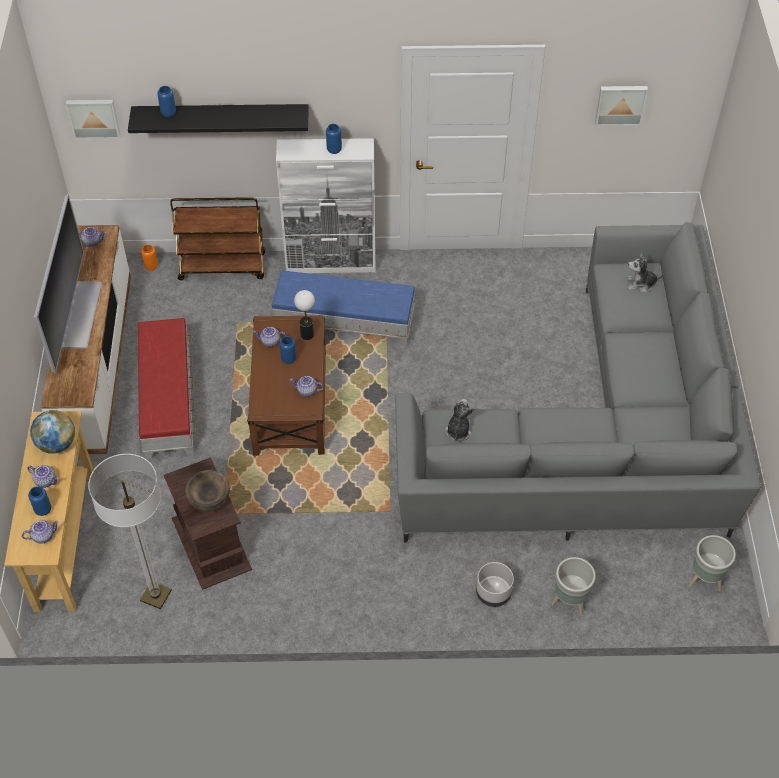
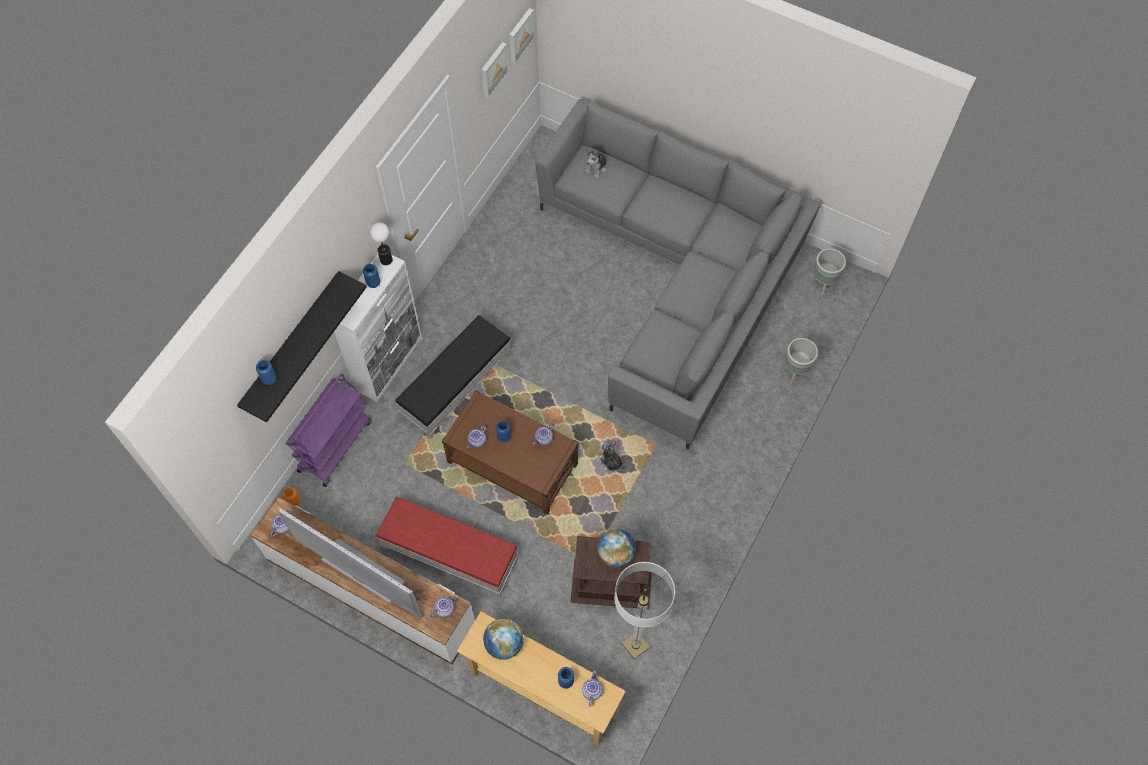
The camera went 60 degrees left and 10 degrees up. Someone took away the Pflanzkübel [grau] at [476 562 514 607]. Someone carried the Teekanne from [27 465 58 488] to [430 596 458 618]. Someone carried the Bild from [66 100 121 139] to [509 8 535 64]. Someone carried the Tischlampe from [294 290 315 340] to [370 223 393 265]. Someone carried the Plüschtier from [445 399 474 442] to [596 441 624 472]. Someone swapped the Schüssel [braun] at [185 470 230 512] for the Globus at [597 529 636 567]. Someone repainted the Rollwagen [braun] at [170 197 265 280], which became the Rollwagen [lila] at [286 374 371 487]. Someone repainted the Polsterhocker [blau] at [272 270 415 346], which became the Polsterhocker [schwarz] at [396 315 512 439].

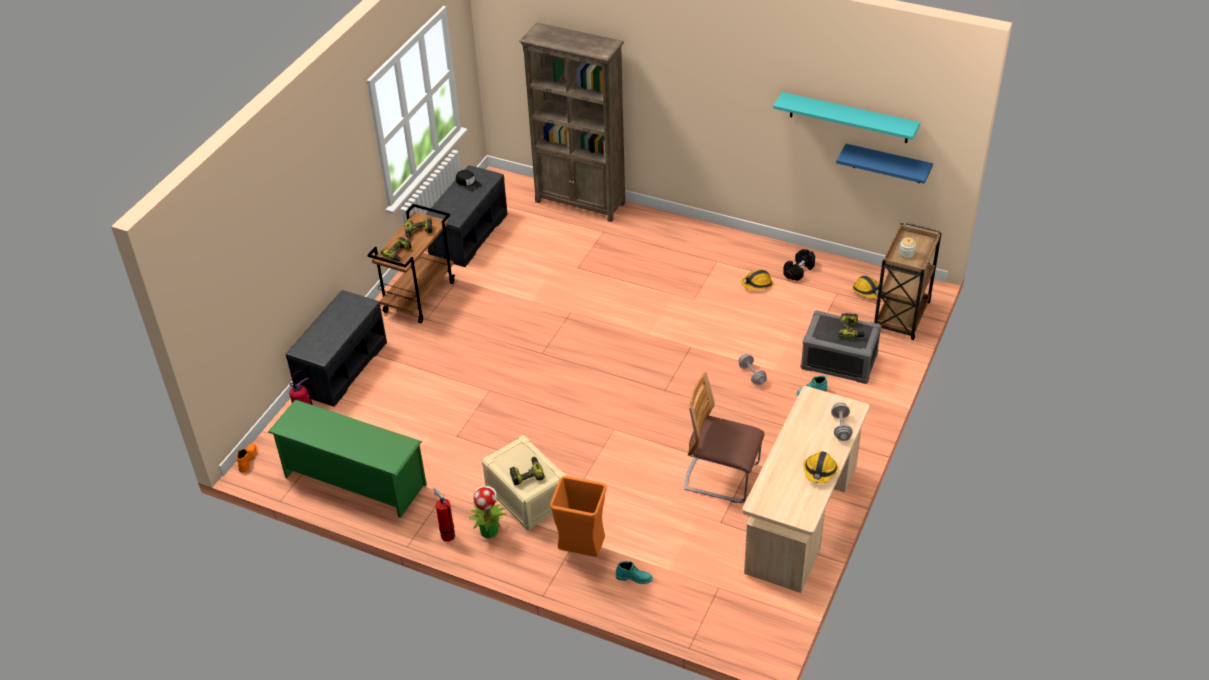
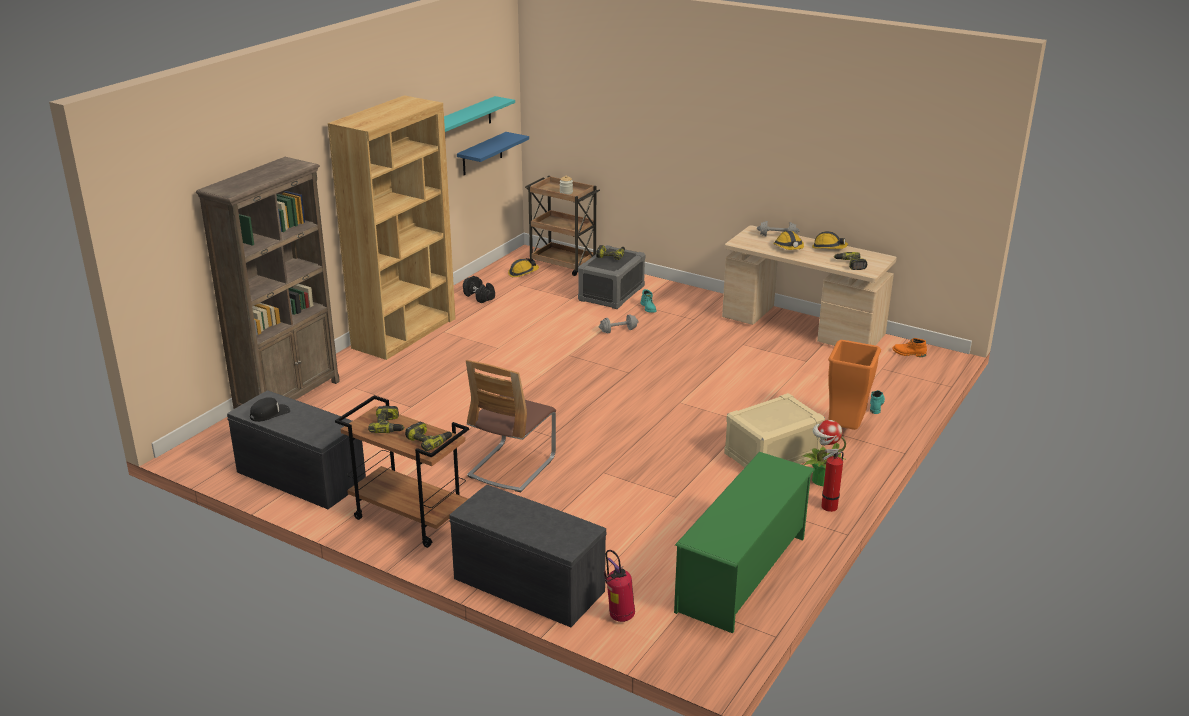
The camera went 85 degrees left and 15 degrees down. Someone put down the Bücherregal [braun] at [328 95 455 360]. Someone carried the Stiefel [orange] from [236 444 257 473] to [892 338 927 357]. Someone carried the Bohrmaschine from [510 457 545 485] to [834 252 867 270]. Someone carried the Stuhl from [684 372 764 503] to [466 360 556 492]. Someone carried the Schutzhelm from [740 269 773 289] to [773 231 804 250].

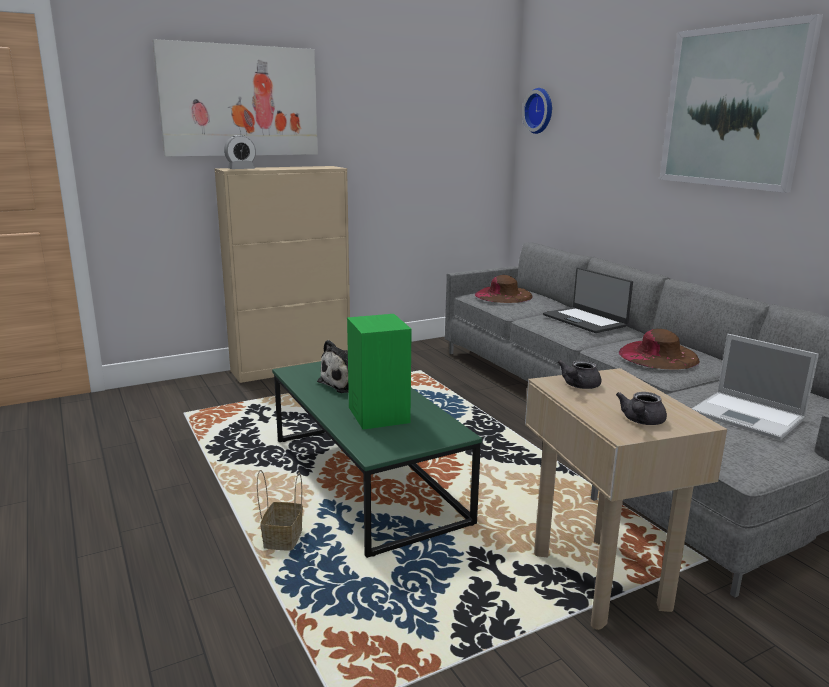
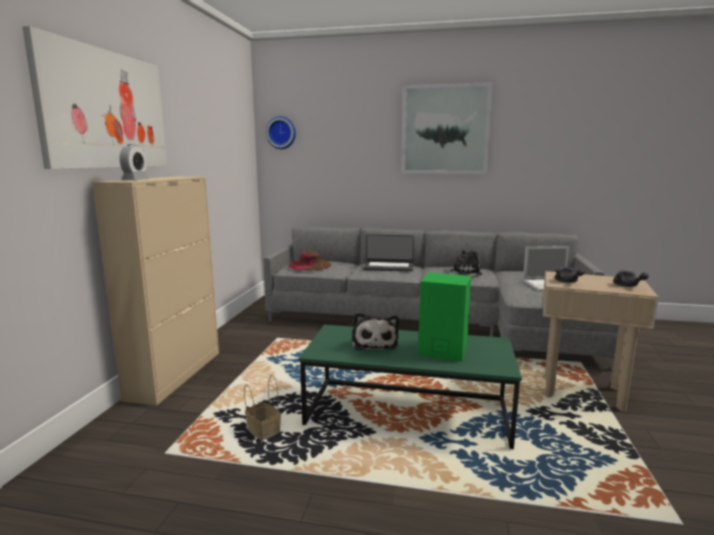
The camera went 50 degrees left and 5 degrees down. Someone carried the Korb from [257 470 303 551] to [244 375 281 441]. Someone swapped the Hut [braun] at [619 329 700 370] for the Plüschtier at [445 250 482 277].

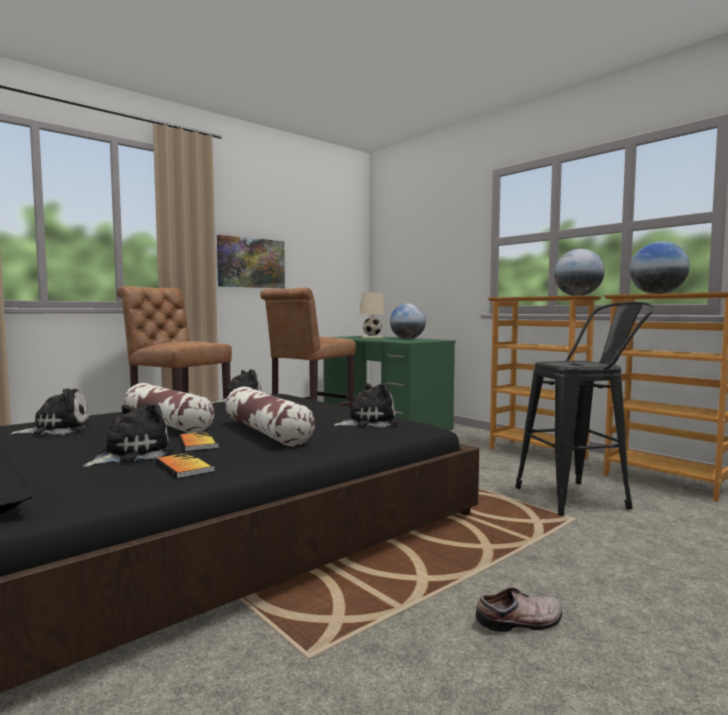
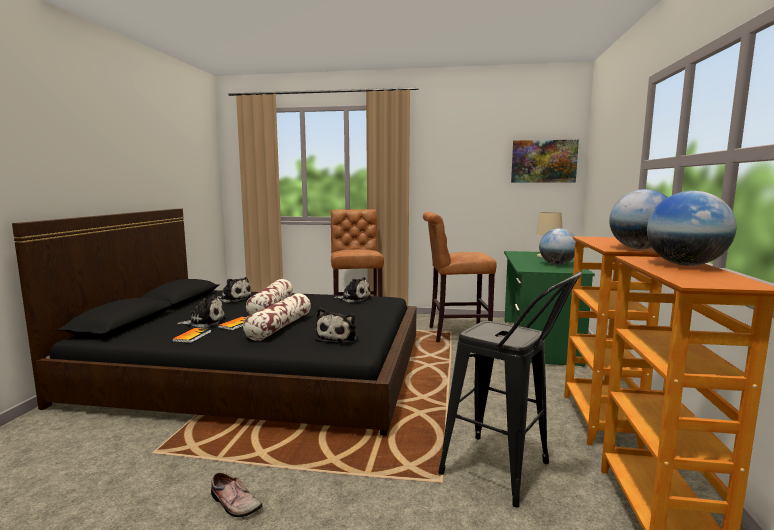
The camera went 50 degrees right and 5 degrees up. Someone carried the Bild from [217 235 285 288] to [511 140 579 182]. Someone rotated the Plüschtier at [333 383 398 428] by 75 degrees clockwise.

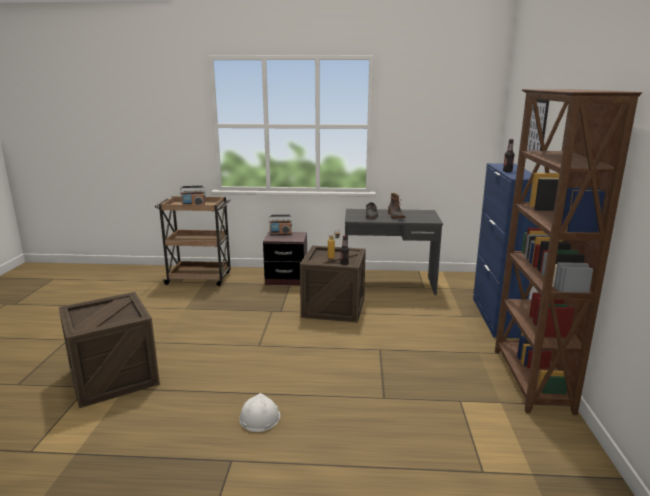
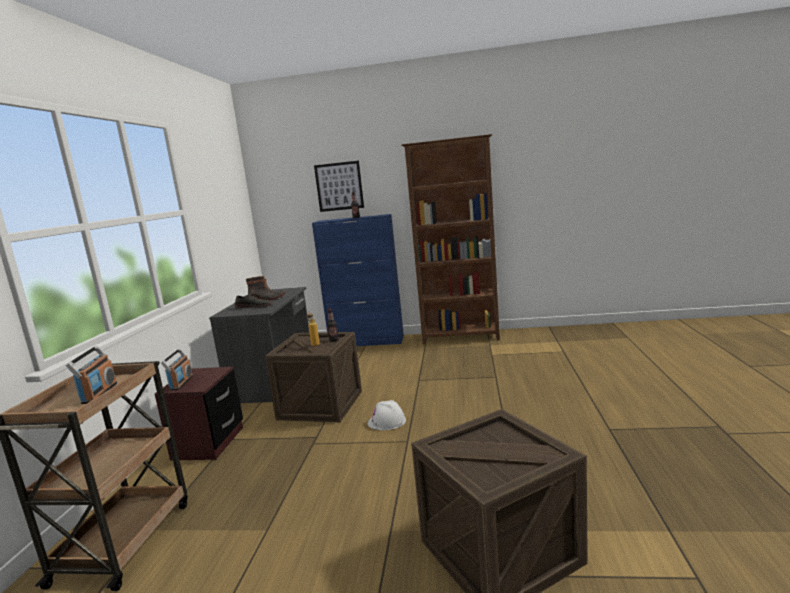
The camera went 85 degrees left and 5 degrees down. Someone carried the Schutzhelm [weiß] from [240 393 280 432] to [368 400 406 430].

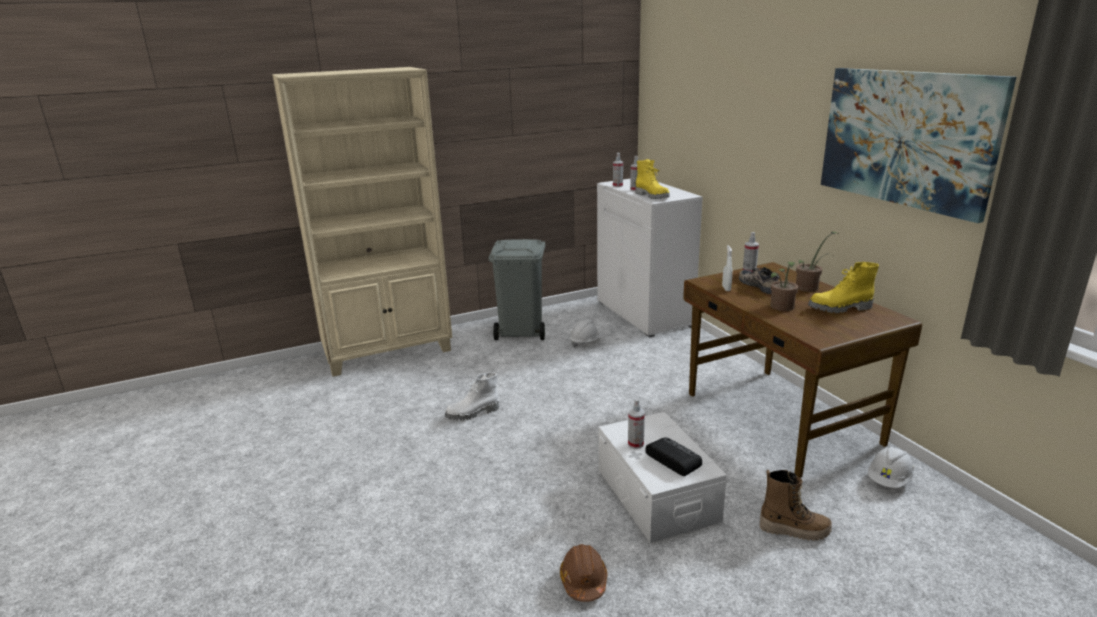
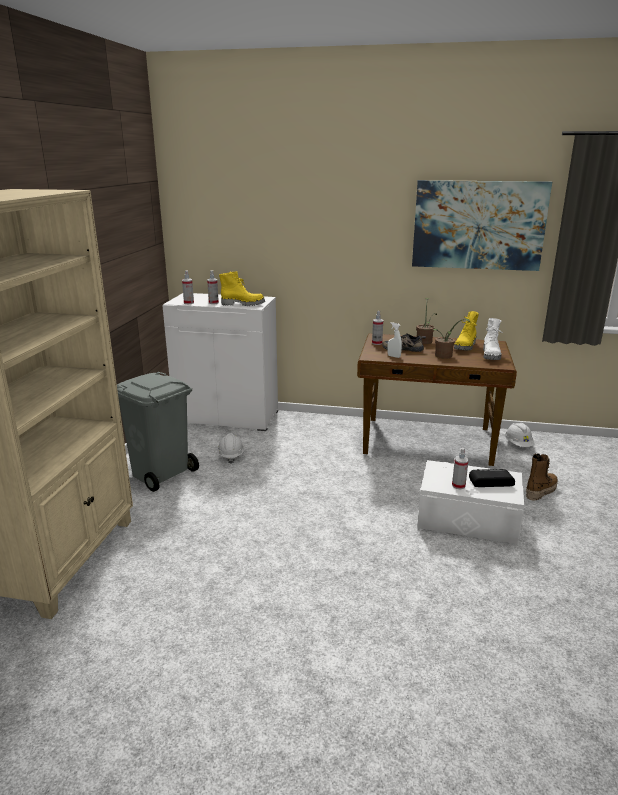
The camera went 55 degrees left and 0 degrees up. Someone took away the Schutzhelm [braun] at [560 544 607 602]. Someone carried the Stiefel [weiß] from [445 372 499 421] to [483 318 503 360].

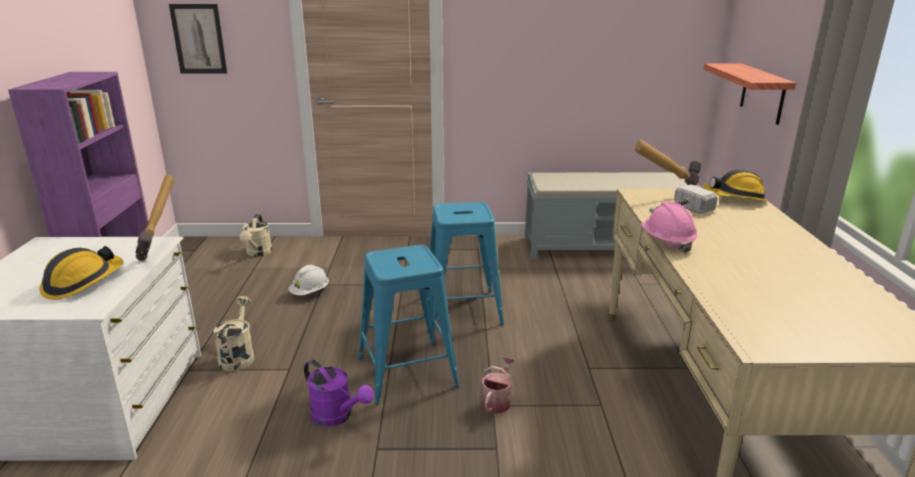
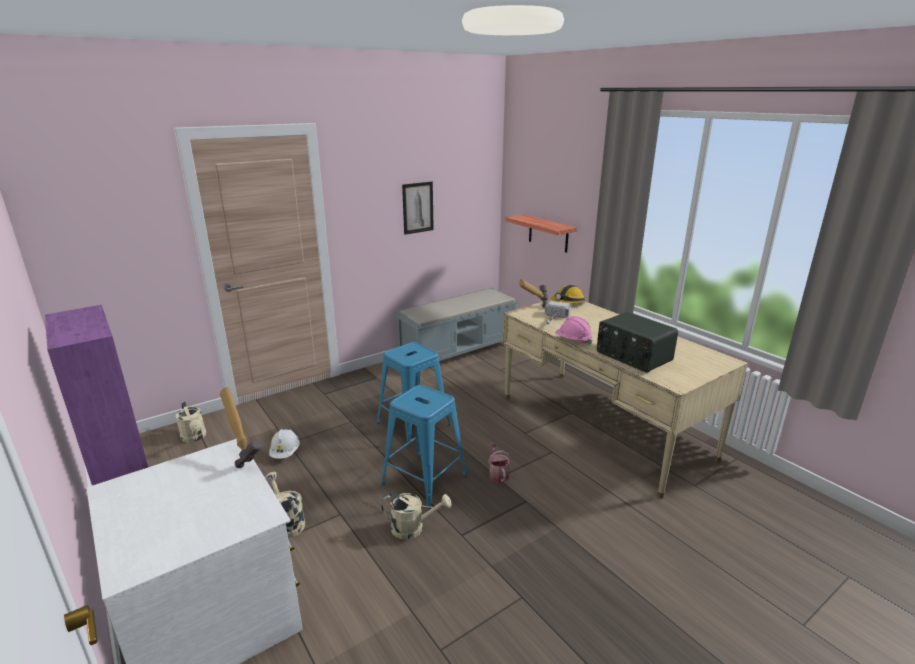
The camera went 35 degrees left and 0 degrees up. Someone took away the Schutzhelm at [40 246 123 300]. Someone put down the Radio at [597 312 678 373]. Someone carried the Bild from [169 4 227 74] to [402 182 434 235]. Someone repainted the Gießkanne [lila] at [304 360 374 426], which became the Gießkanne [beige] at [381 493 451 539].

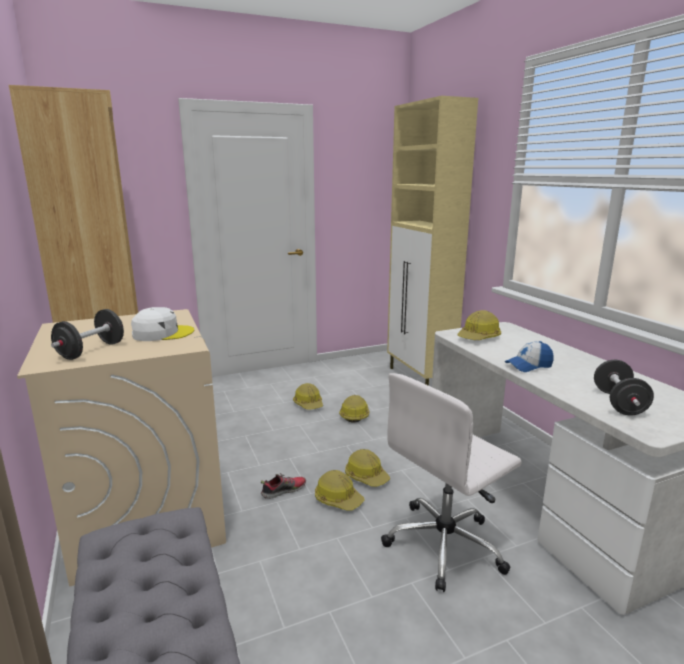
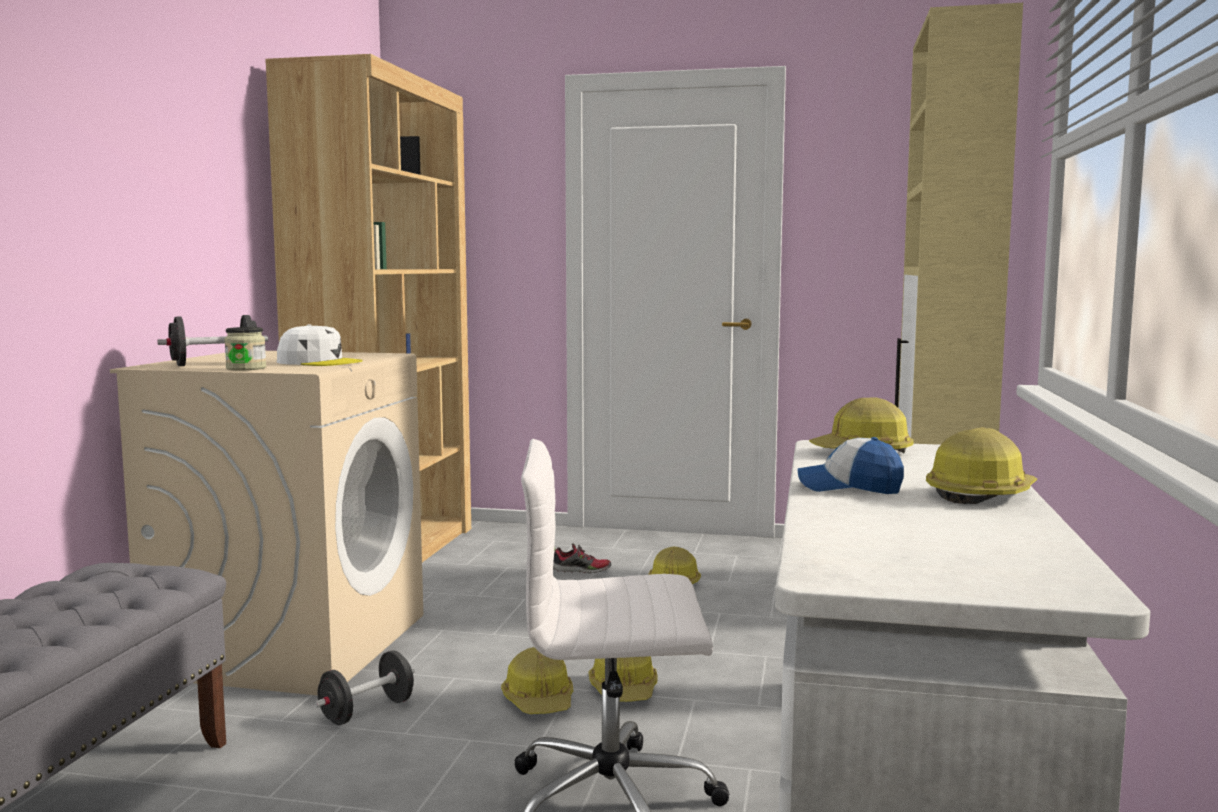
The camera went 35 degrees right and 10 degrees down. Someone put down the Vorratsglas at [224 327 266 370]. Someone carried the Schuh from [261 473 306 499] to [553 543 611 574]. Someone carried the Schutzhelm from [339 395 369 423] to [926 427 1037 504]. Someone carried the Hantel [schwarz] from [594 360 654 415] to [315 650 415 725].

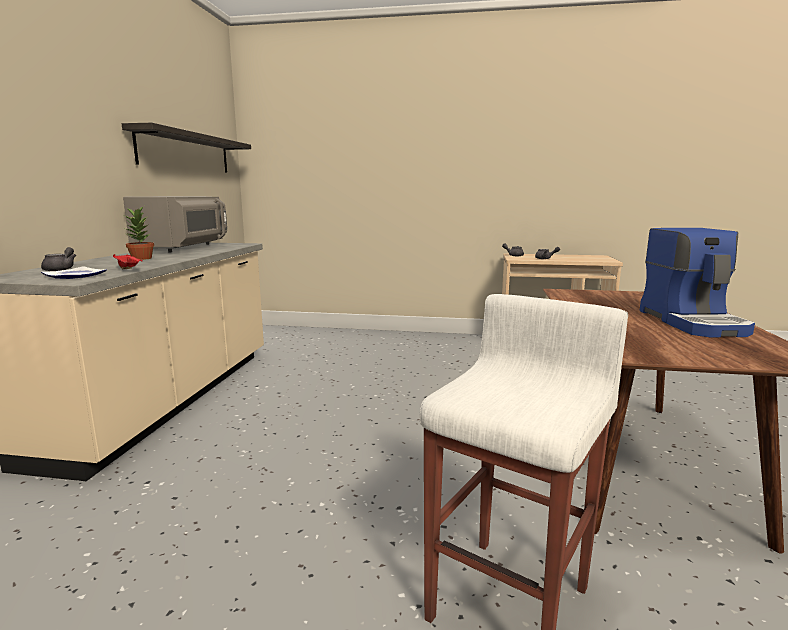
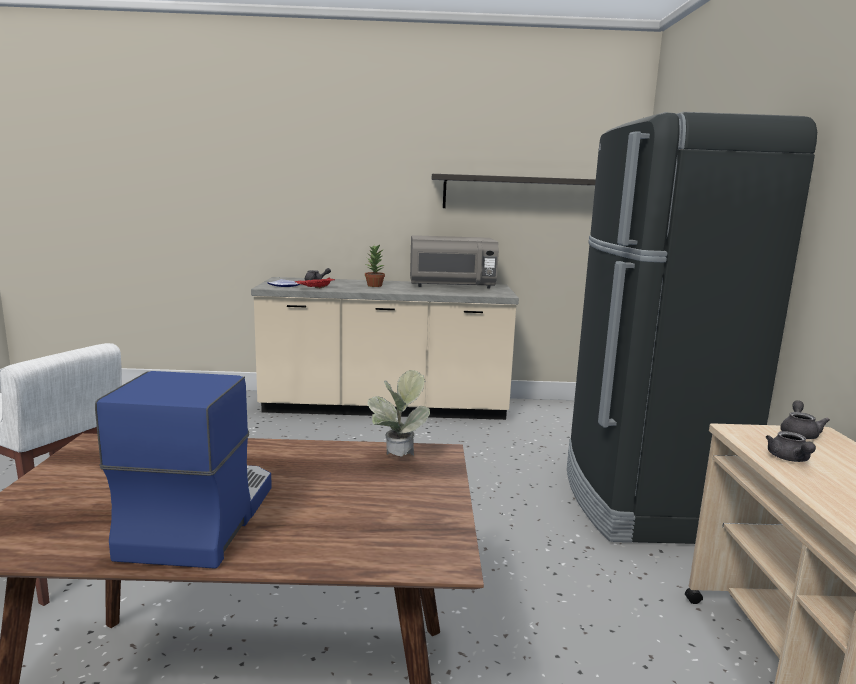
The camera went 80 degrees right and 0 degrees up. Someone put down the Topfpflanze at [368 370 430 457]. Someone put down the Kühlschrank [schwarz] at [567 112 817 544]. Someone rotated the Kaffeemaschine at [639 228 755 337] by 105 degrees clockwise.

